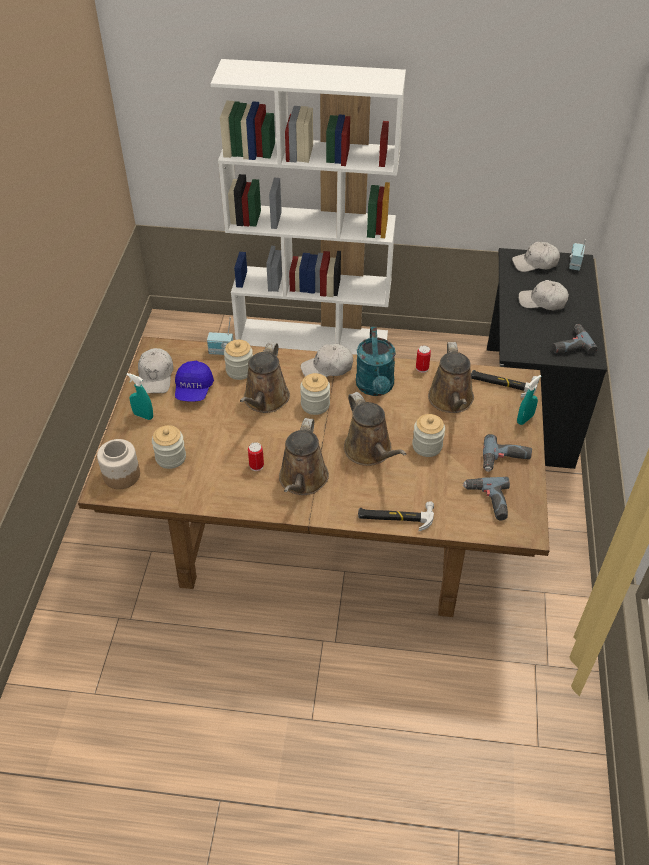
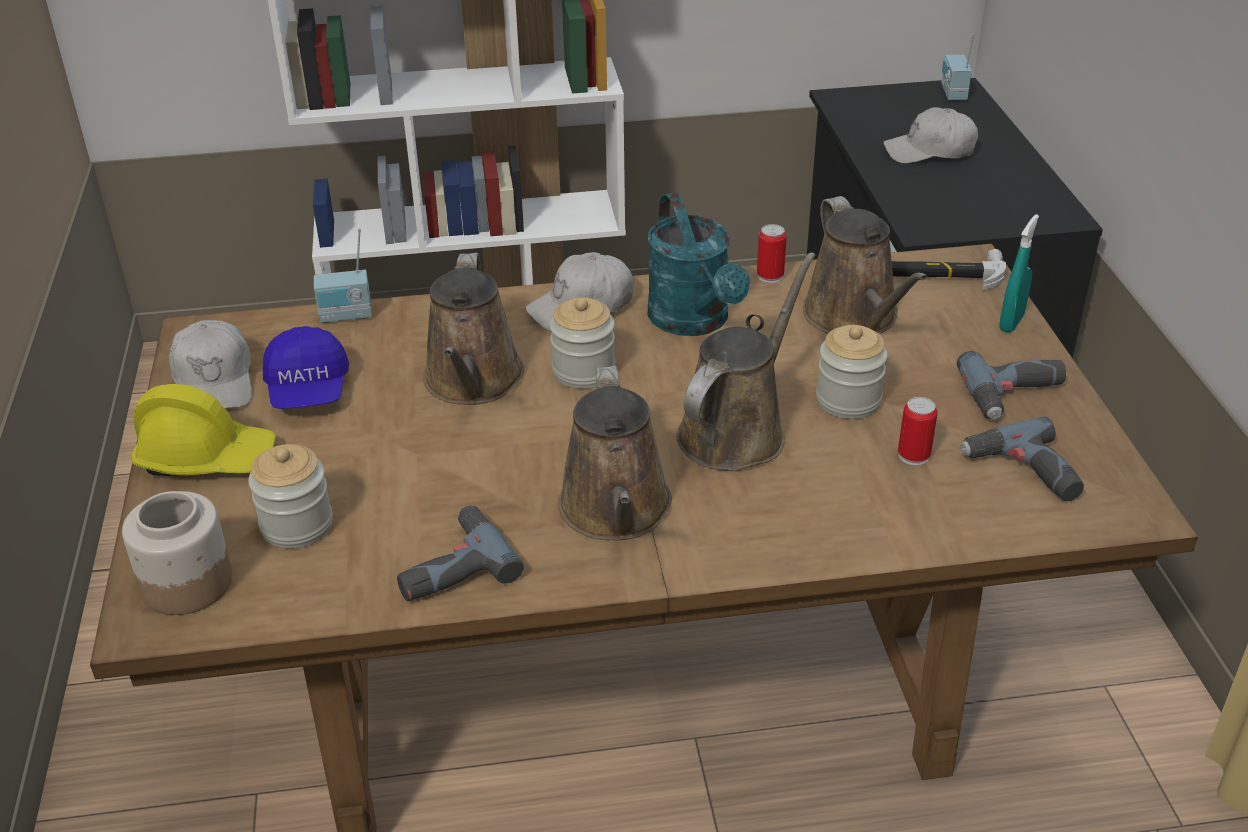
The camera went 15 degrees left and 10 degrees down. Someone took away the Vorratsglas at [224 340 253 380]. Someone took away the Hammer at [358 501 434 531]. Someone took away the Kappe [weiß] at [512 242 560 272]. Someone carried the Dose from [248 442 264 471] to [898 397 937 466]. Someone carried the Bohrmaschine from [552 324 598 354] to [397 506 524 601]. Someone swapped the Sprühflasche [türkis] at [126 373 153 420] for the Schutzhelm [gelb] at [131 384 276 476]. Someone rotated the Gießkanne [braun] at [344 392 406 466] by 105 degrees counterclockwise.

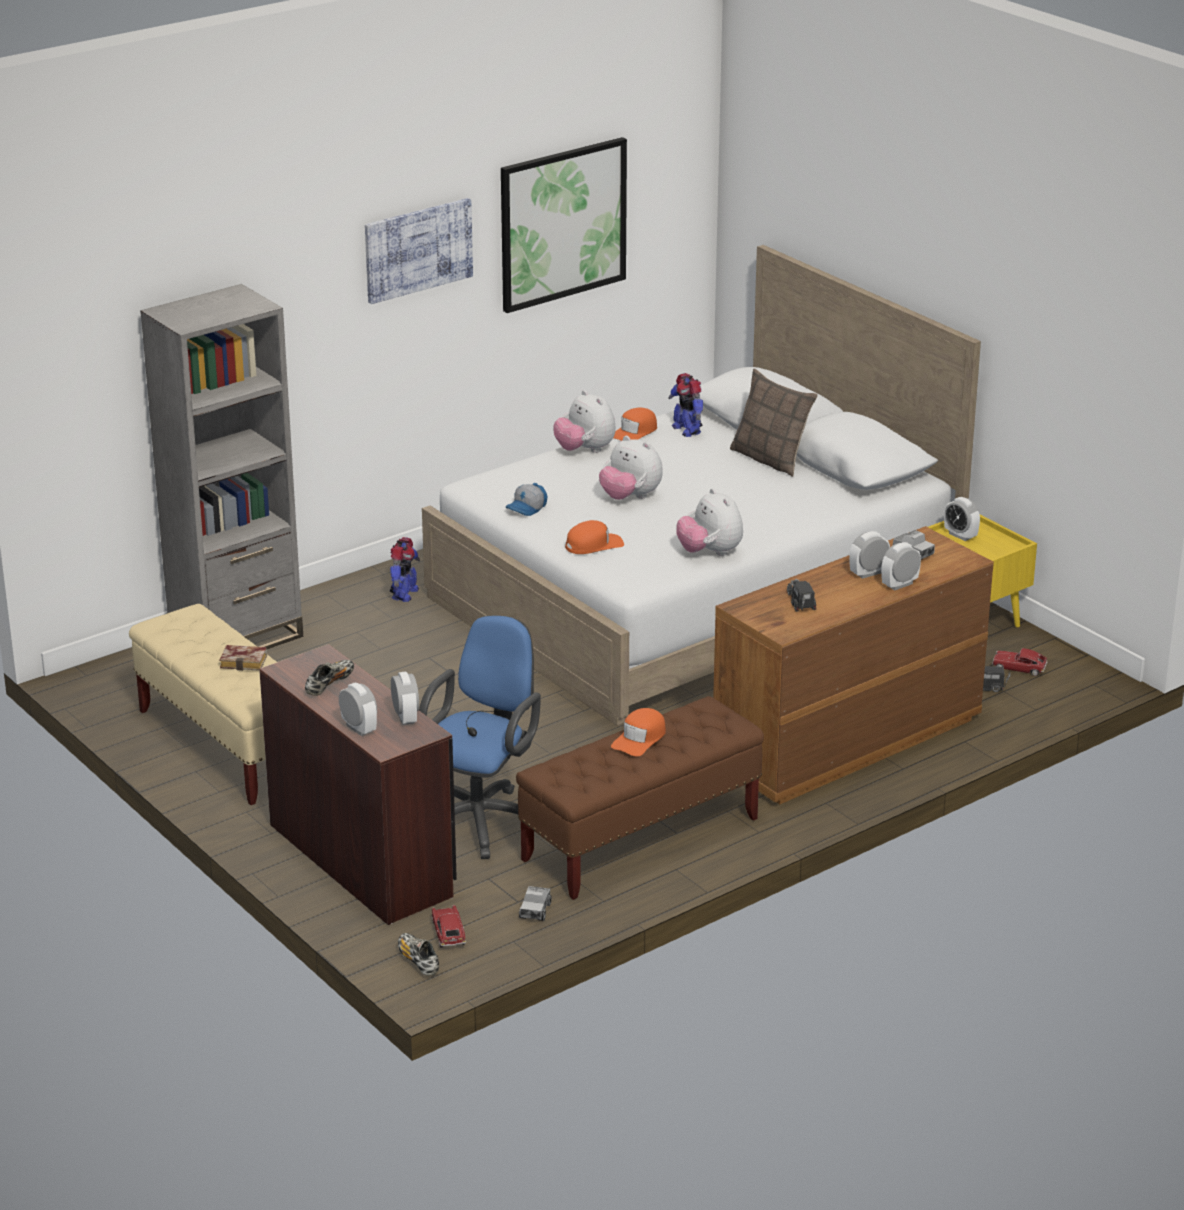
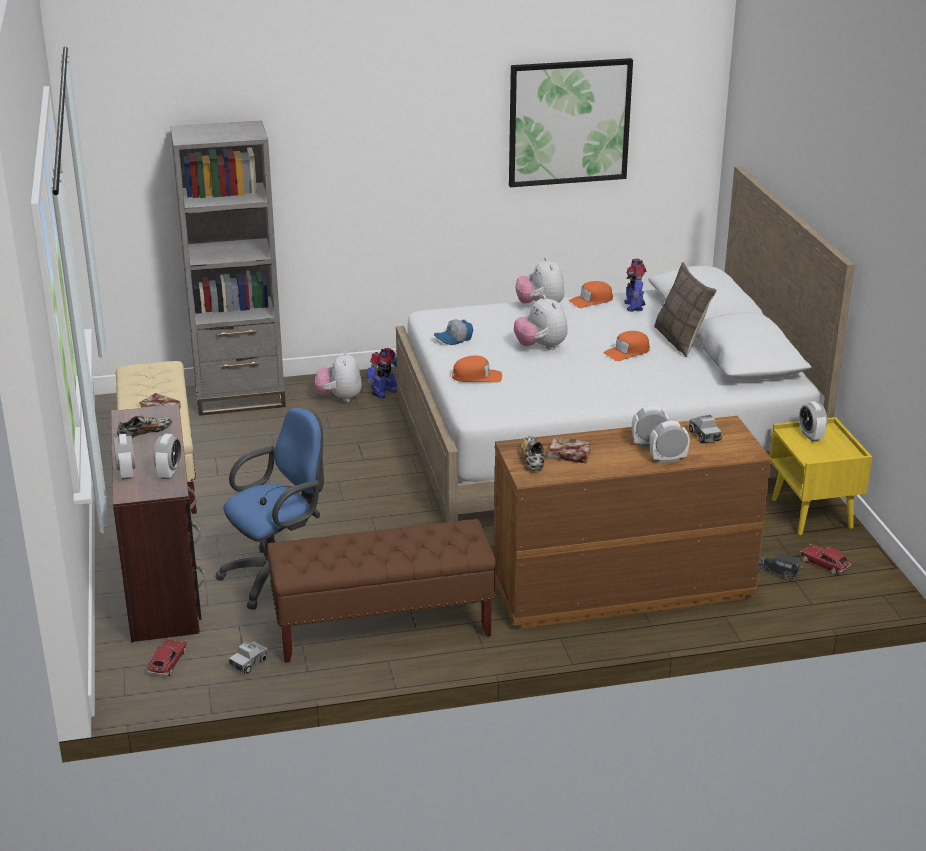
The camera went 25 degrees right and 0 degrees up. Someone took away the Bild at [365 198 473 304]. Someone carried the Schuh from [398 933 439 976] to [521 436 544 470]. Someone carried the Kappe [orange] from [611 708 666 757] to [604 331 650 361]. Someone carried the Plüschtier from [676 488 743 556] to [315 351 362 402]. Someone swapped the Spielzeuglaster at [787 579 816 612] for the Buch at [548 438 591 463].

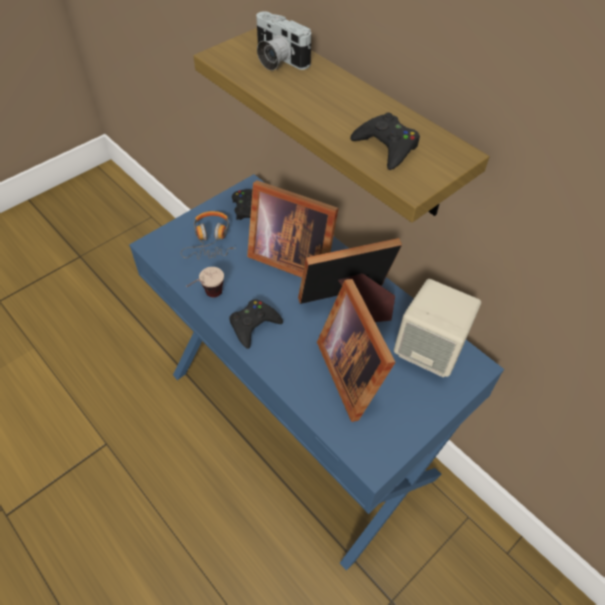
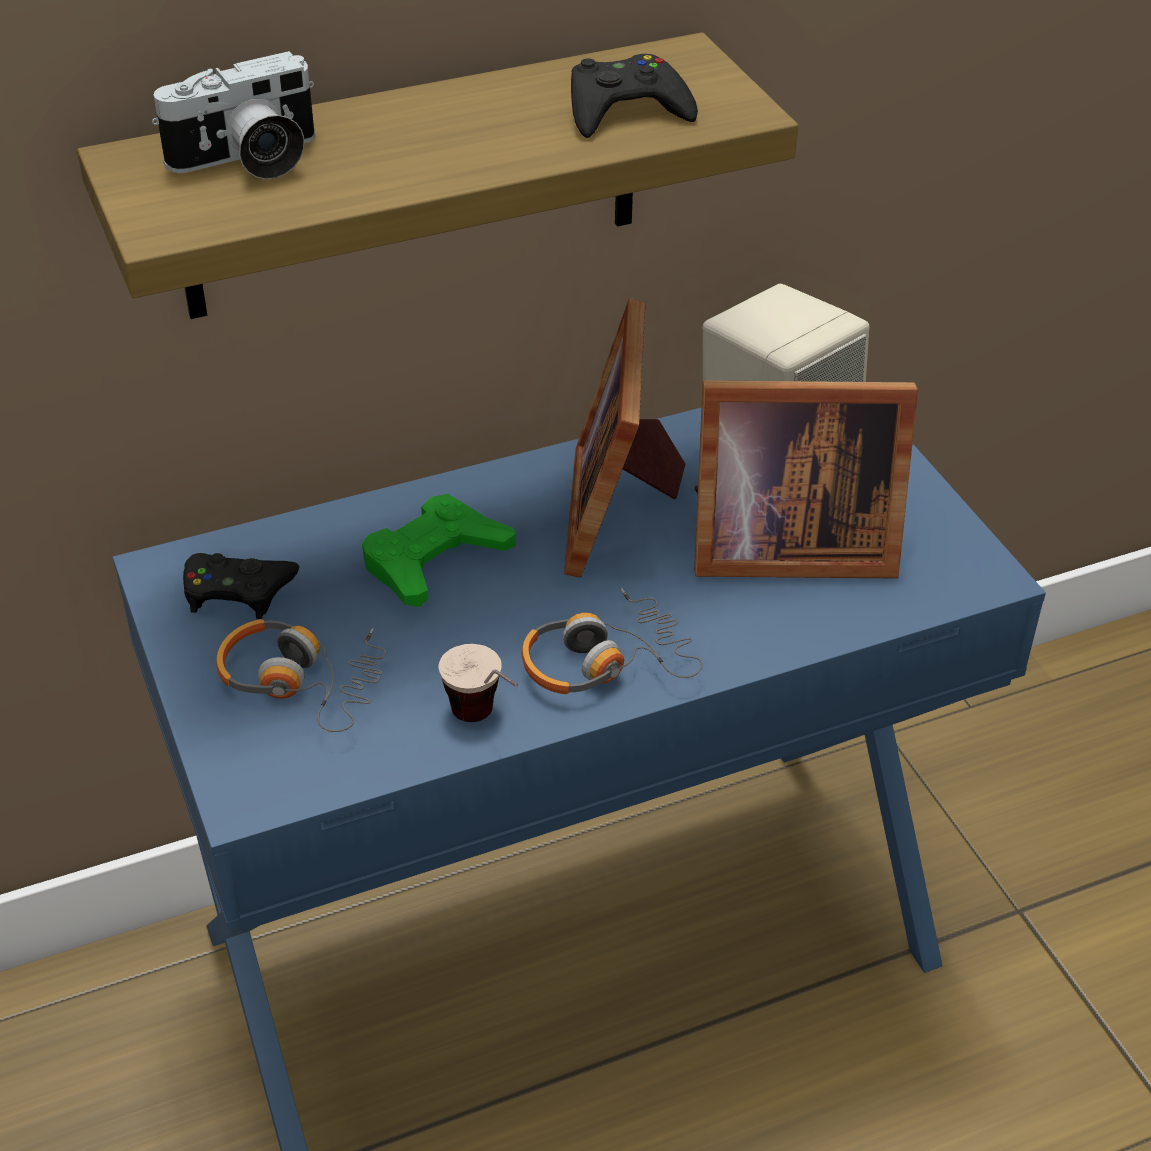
The camera went 70 degrees left and 10 degrees down. Someone swapped the Gamepad [schwarz] at [229 299 283 349] for the Kopfhörer at [522 588 703 694]. Someone swapped the Bilderrahmen at [247 180 339 278] for the Gamepad [grün] at [362 494 516 607].

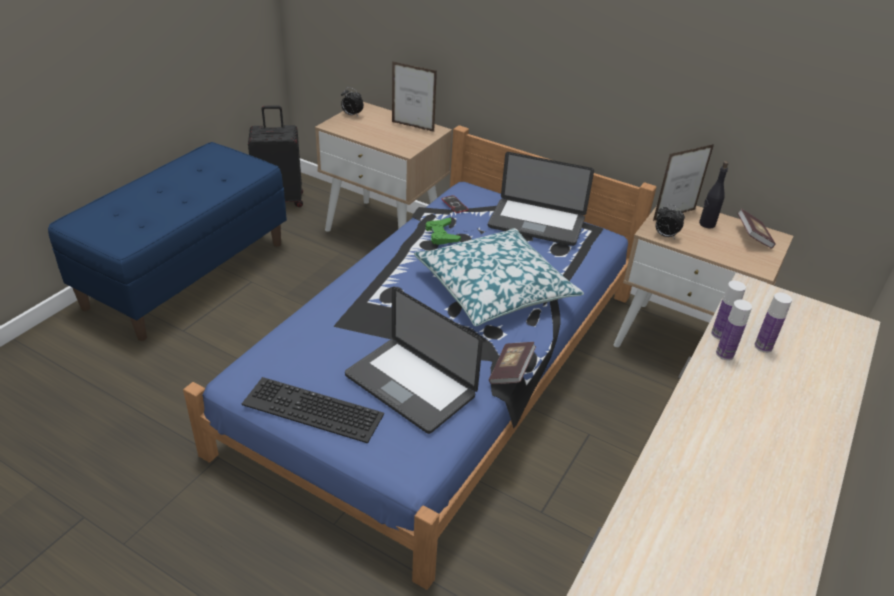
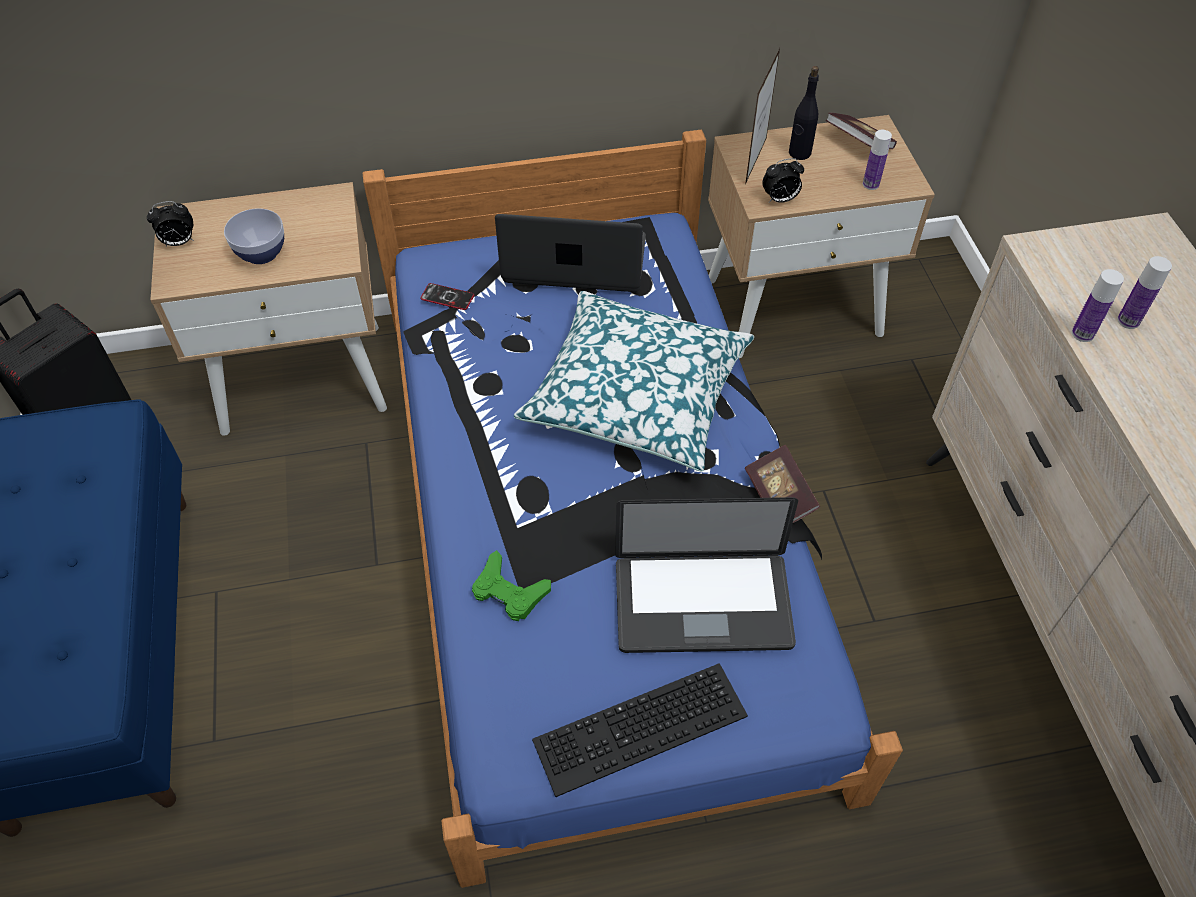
The camera went 40 degrees left and 15 degrees up. Someone took away the Bilderrahmen at [392 61 437 132]. Someone put down the Schüssel at [224 208 284 264]. Someone carried the Gamepad [grün] from [425 218 461 245] to [472 550 551 621]. Someone carried the Flasche from [716 300 752 360] to [863 130 892 190]. Someone rotated the Laptop at [488 152 594 246] by 150 degrees counterclockwise.

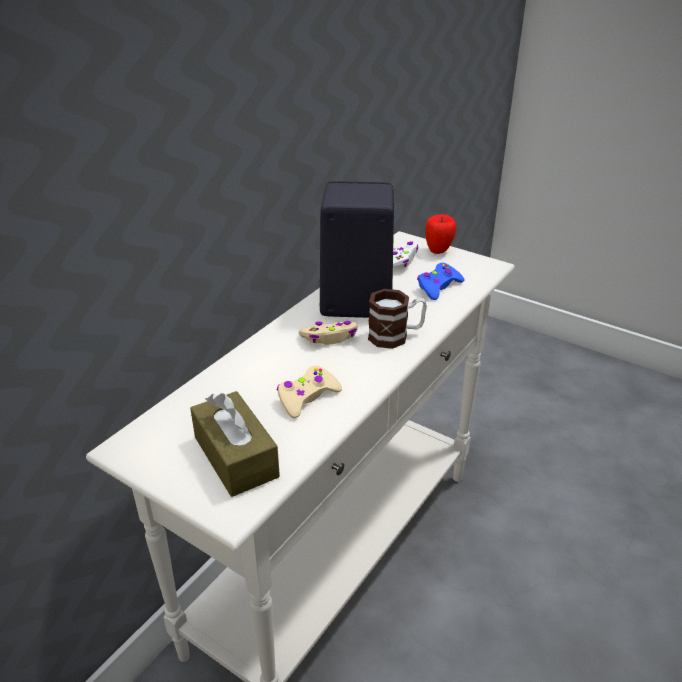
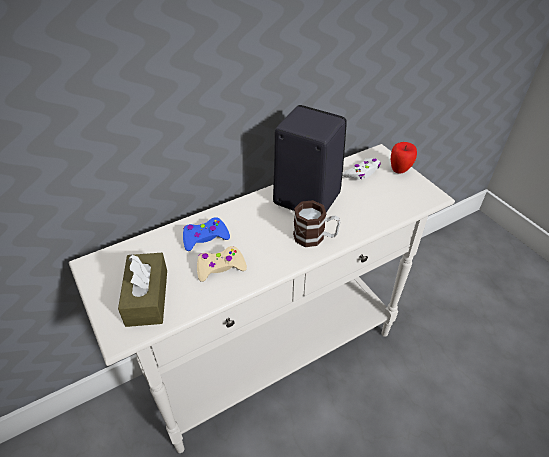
The camera went 25 degrees right and 10 degrees up. Someone took away the Gamepad [beige] at [299 321 358 345]. Someone carried the Gamepad [blau] from [417 263 464 300] to [183 217 230 251].

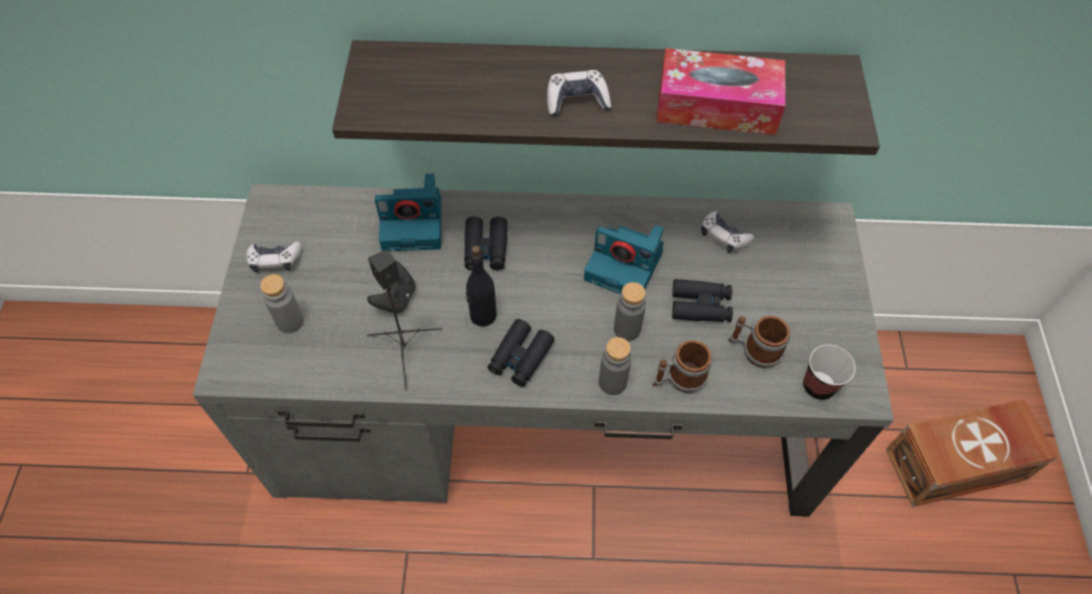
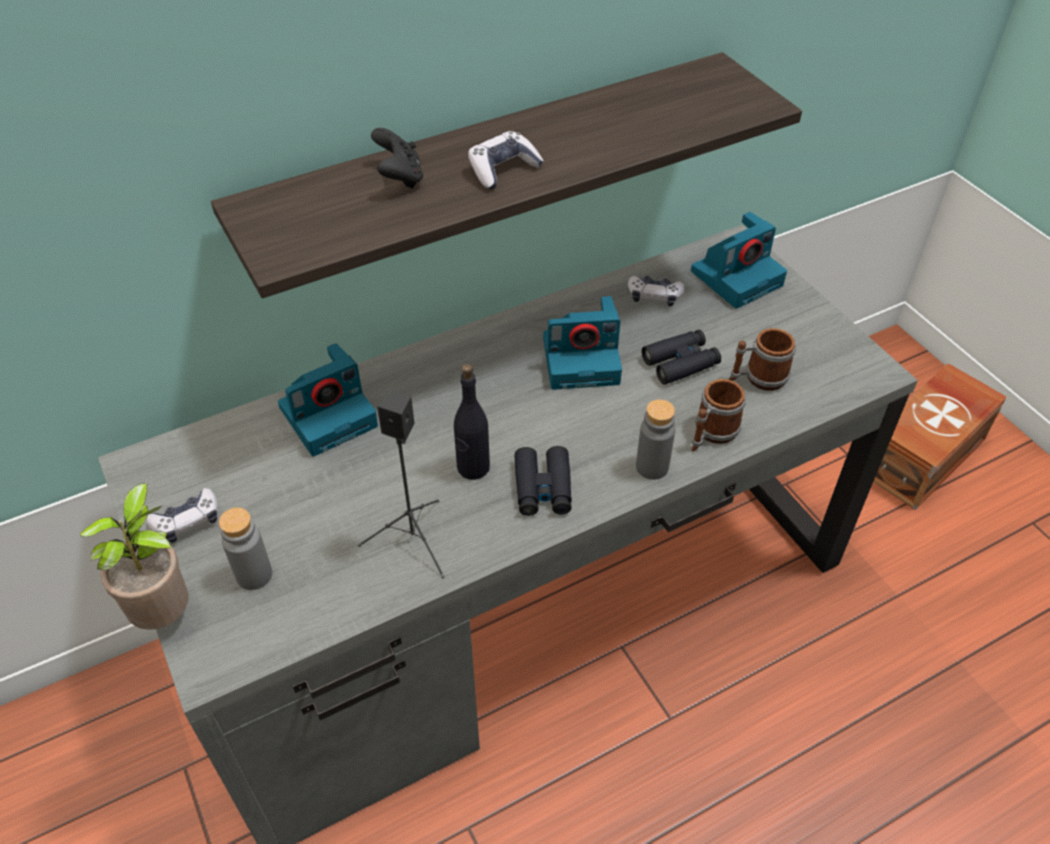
The camera went 30 degrees left and 10 degrees down. Someone took away the Fernglas [schwarz] at [464 217 507 271]. Someone took away the Flasche [grau] at [614 282 646 341]. Someone took away the Taschentuchbox at [656 48 786 135]. Someone took away the Tasse at [803 345 856 400]. Someone put down the Topfpflanze at [79 483 189 630]. Someone put down the Kamera at [691 212 787 309]. Someone carried the Gamepad [schwarz] from [367 261 416 313] to [371 128 423 189].

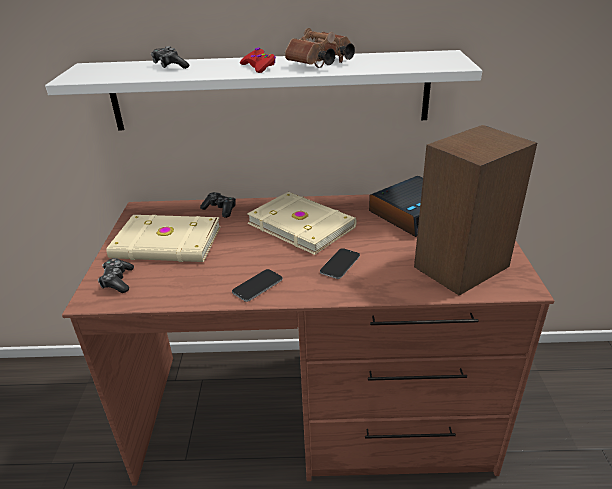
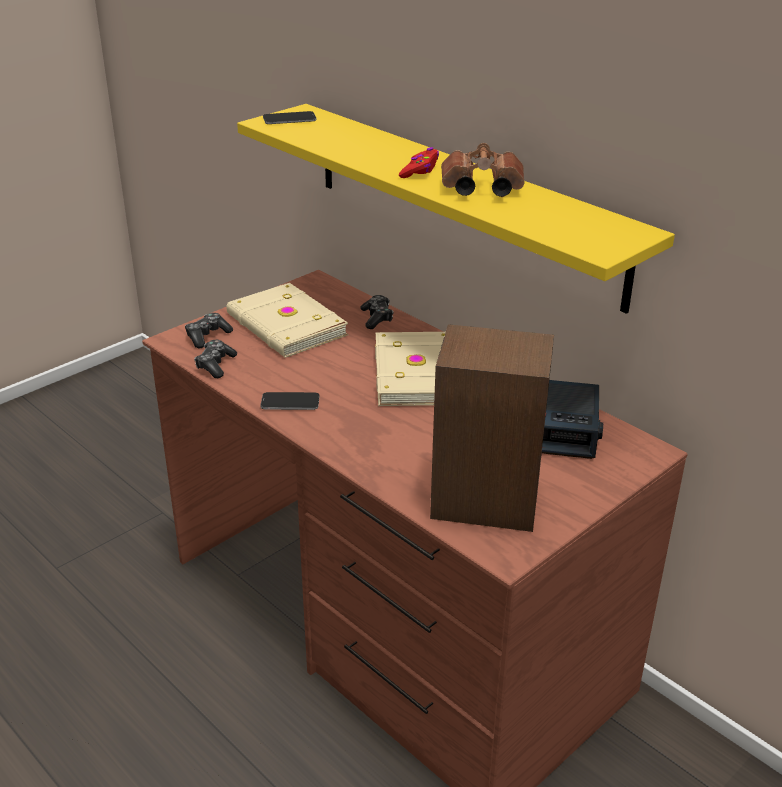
The camera went 45 degrees right and 0 degrees up. Someone carried the Gamepad from [151 46 190 69] to [194 340 237 378]. Someone carried the Handy from [320 248 360 279] to [263 111 317 124]. Someone repainted the Wandregal [weiß] at [45 50 482 131], which became the Wandregal [gelb] at [237 104 675 314].

